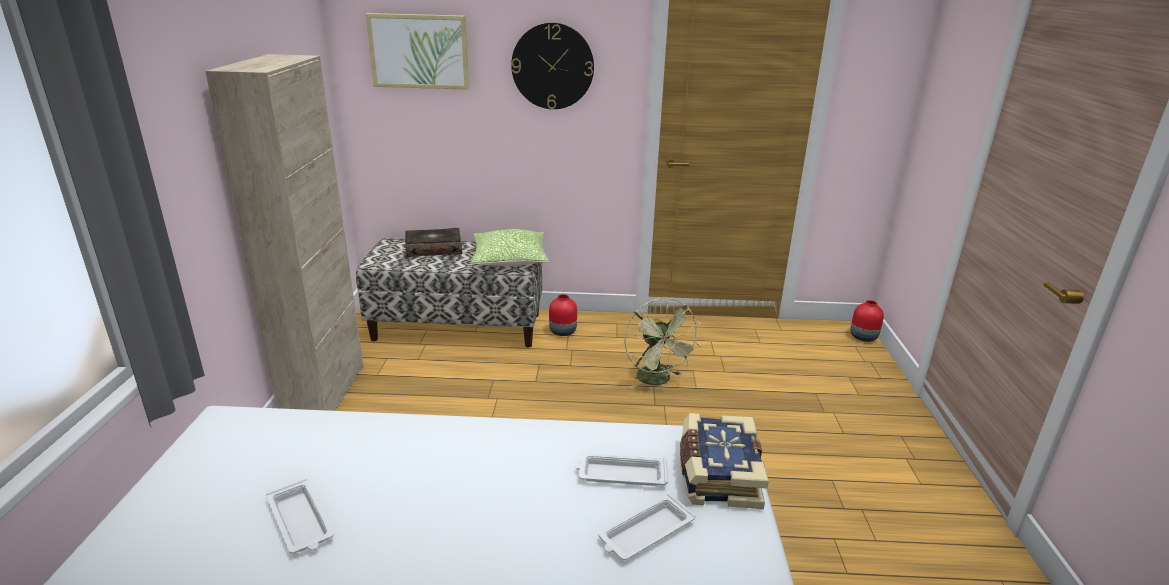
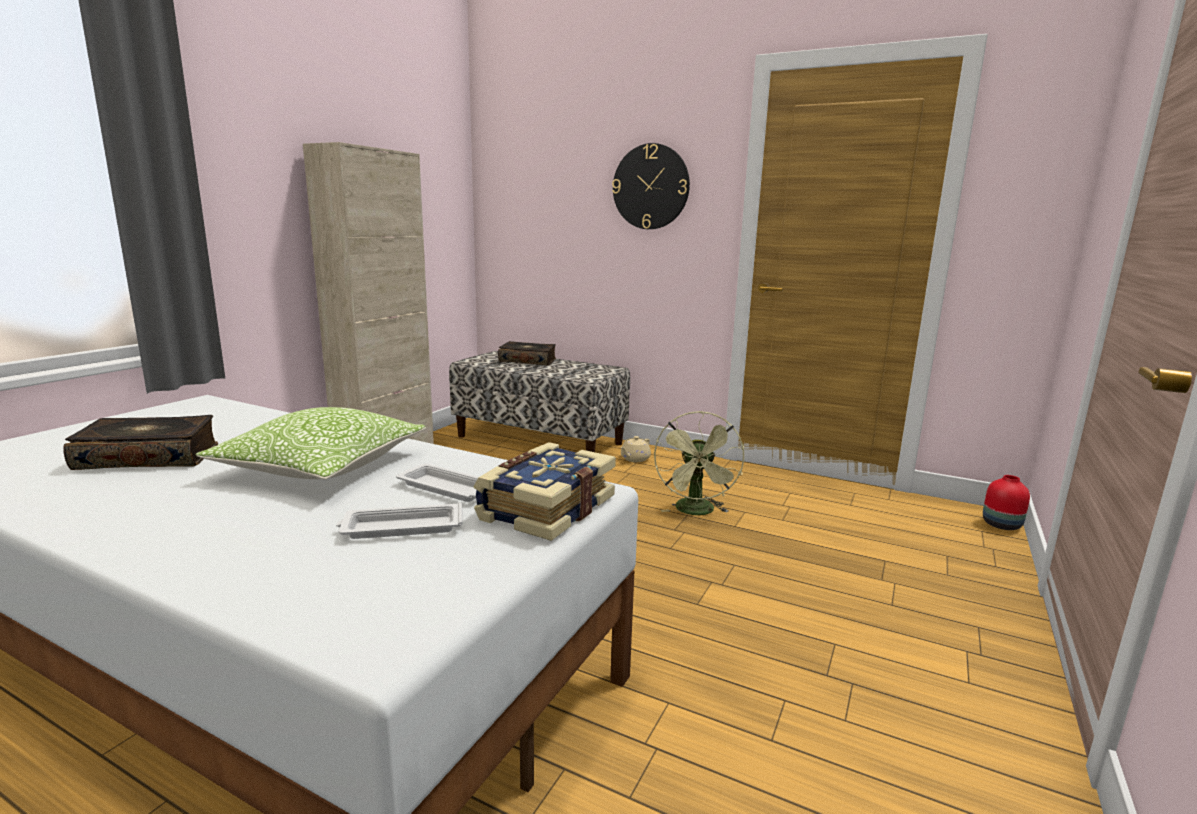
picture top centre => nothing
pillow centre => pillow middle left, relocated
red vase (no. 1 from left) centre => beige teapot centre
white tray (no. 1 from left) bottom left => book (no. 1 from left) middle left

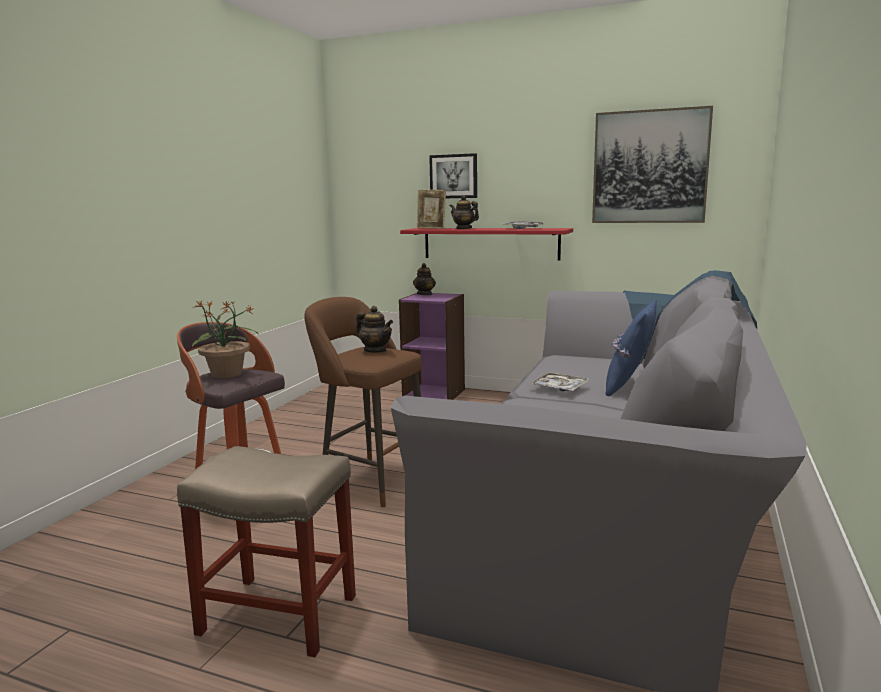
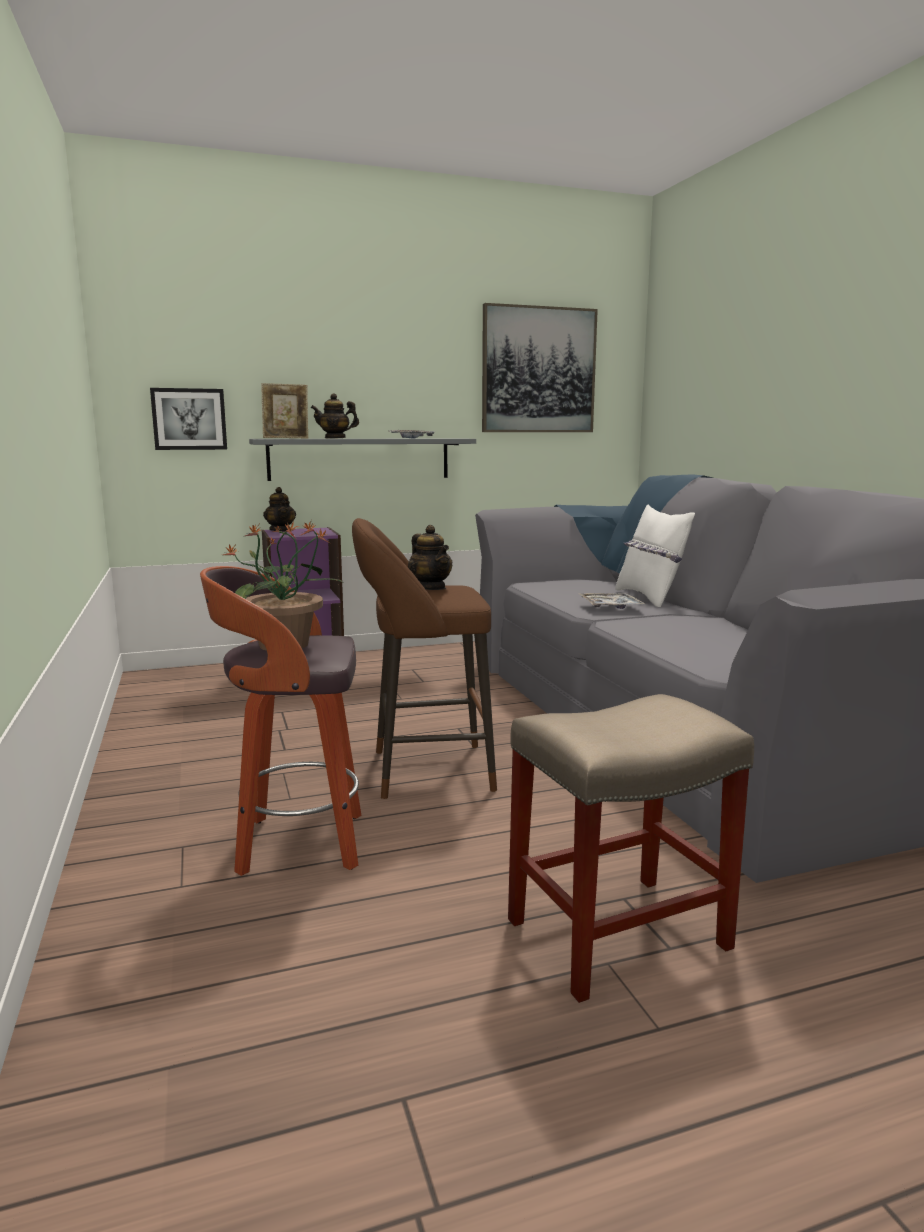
picture (no. 1 from left) top centre => picture (no. 1 from left) middle left, relocated
red shelf centre => grey shelf centre
blue pillow middle right => white pillow middle right
teapot (no. 1 from left in the first image) centre => teapot (no. 3 from left) centre, 60 degrees clockwise

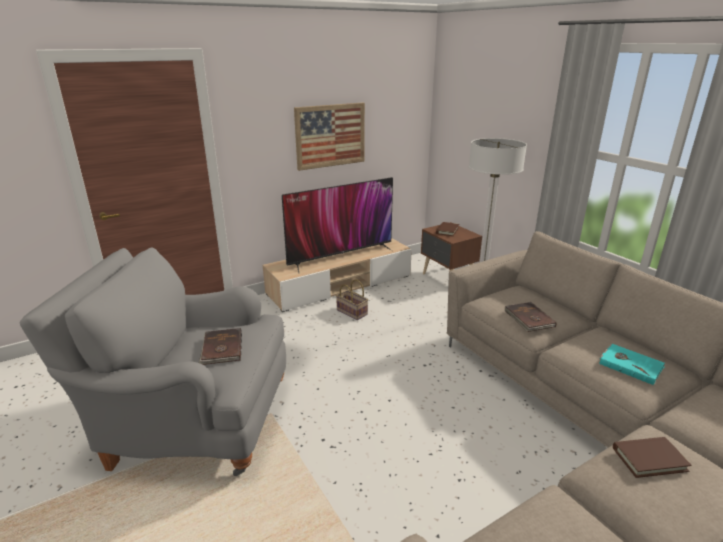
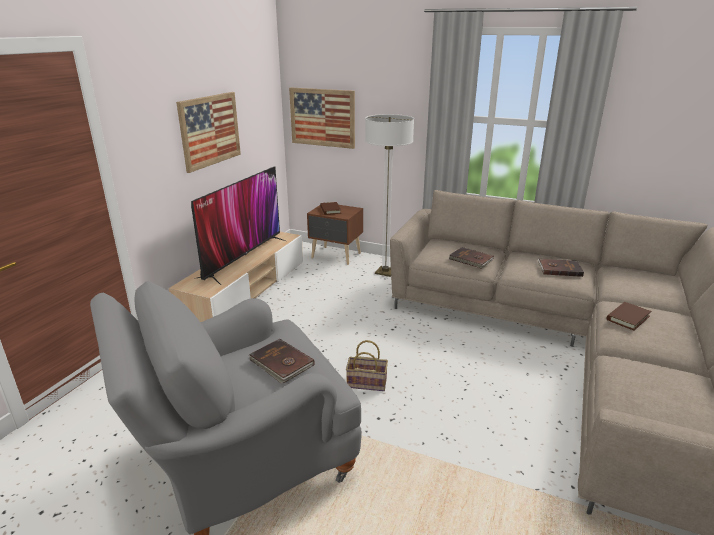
basket centre => basket bottom centre, relocated
turquoise book bottom right => brown book (no. 4 from left) middle right
nothing => picture (no. 2 from left) top centre

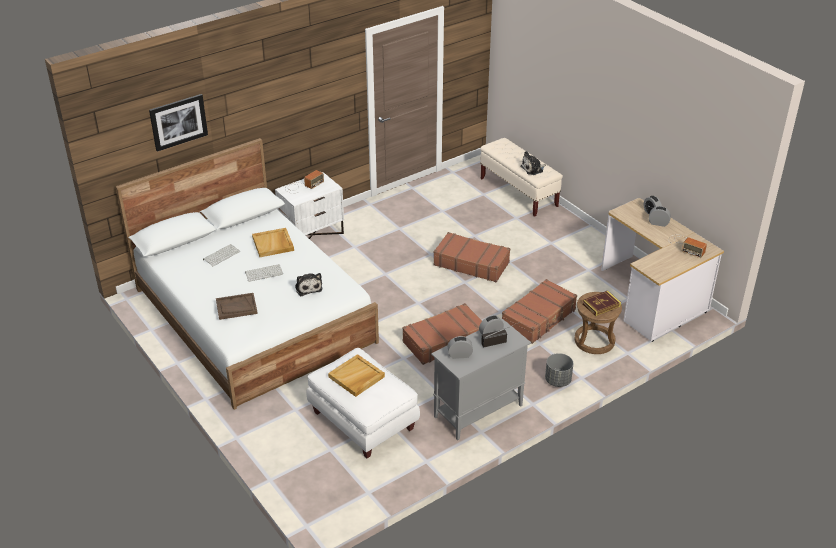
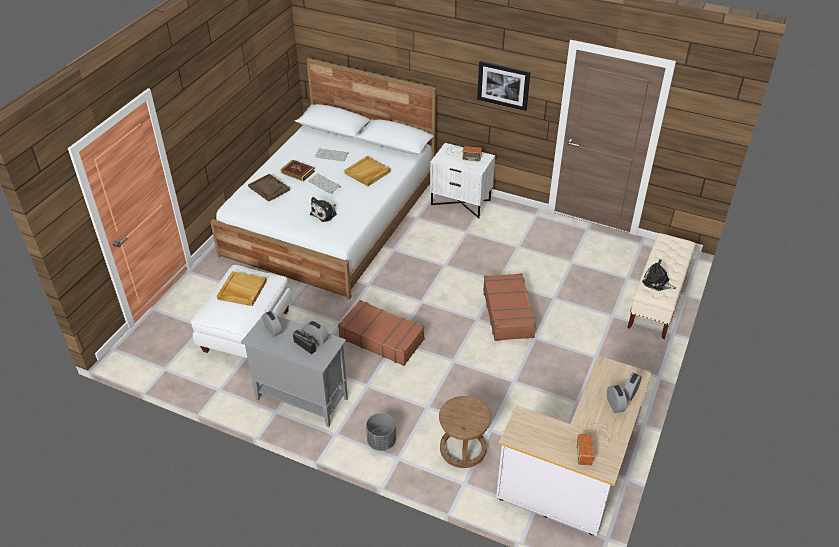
picture top left => picture top centre, relocated
brown suitcase (no. 3 from left) centre => nothing
book middle right => book top centre, relocated

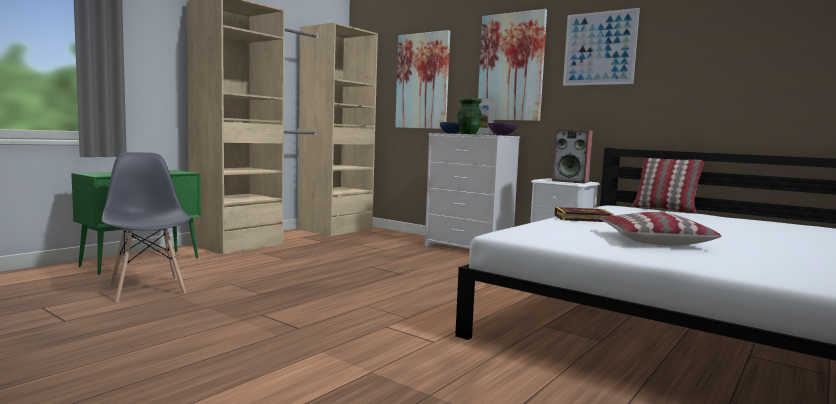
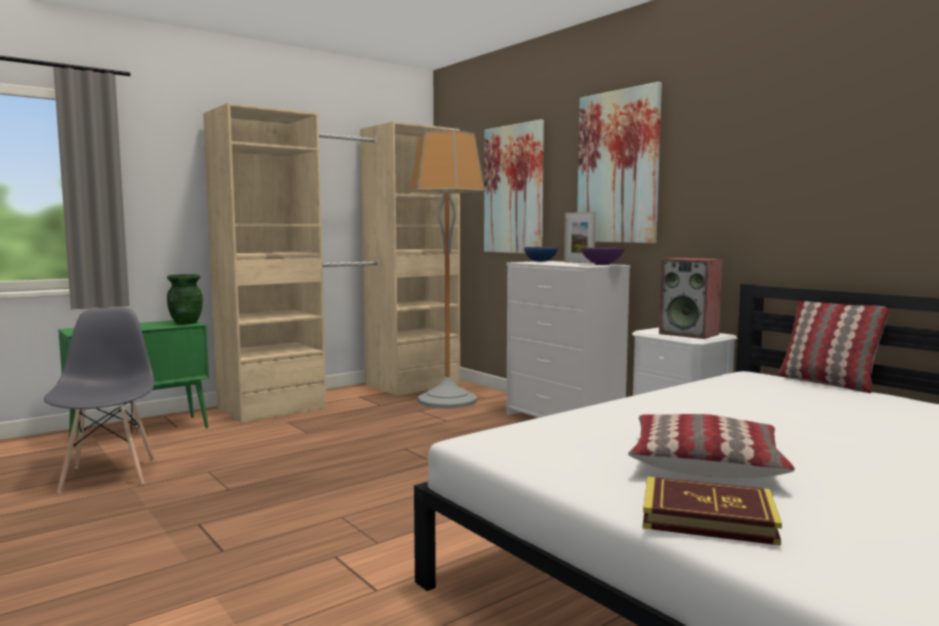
picture (no. 3 from left) top right => nothing
green vase top centre => green vase middle left, relocated
book middle right => book bottom right, relocated
nothing => floor lamp centre

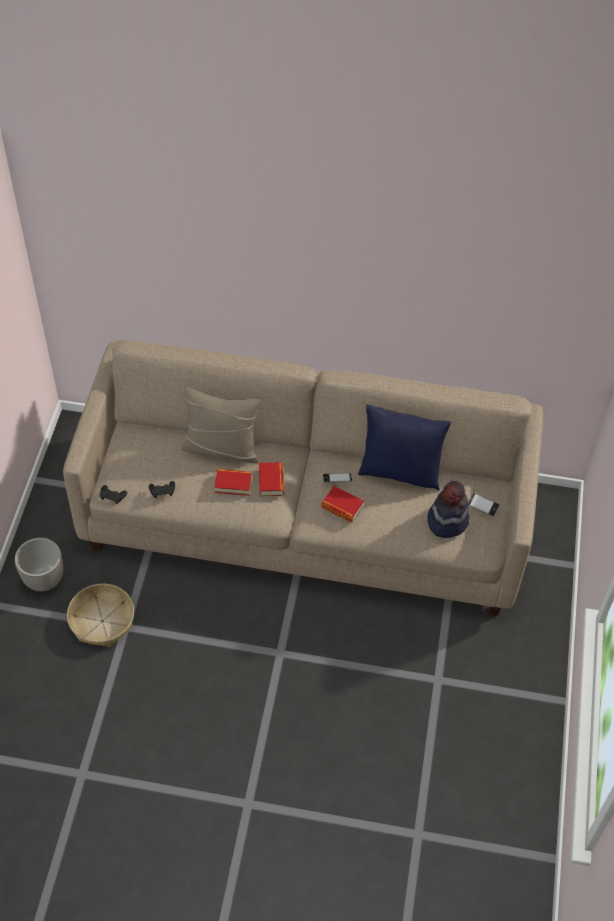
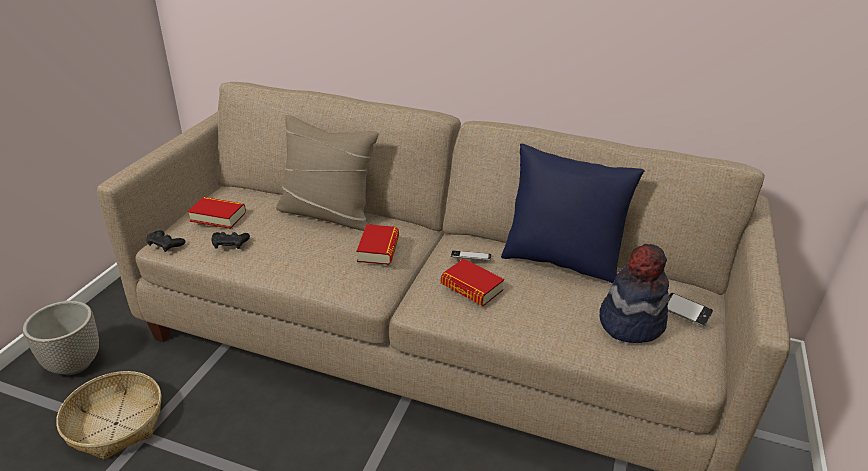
book (no. 1 from left) centre => book (no. 1 from left) middle left, relocated

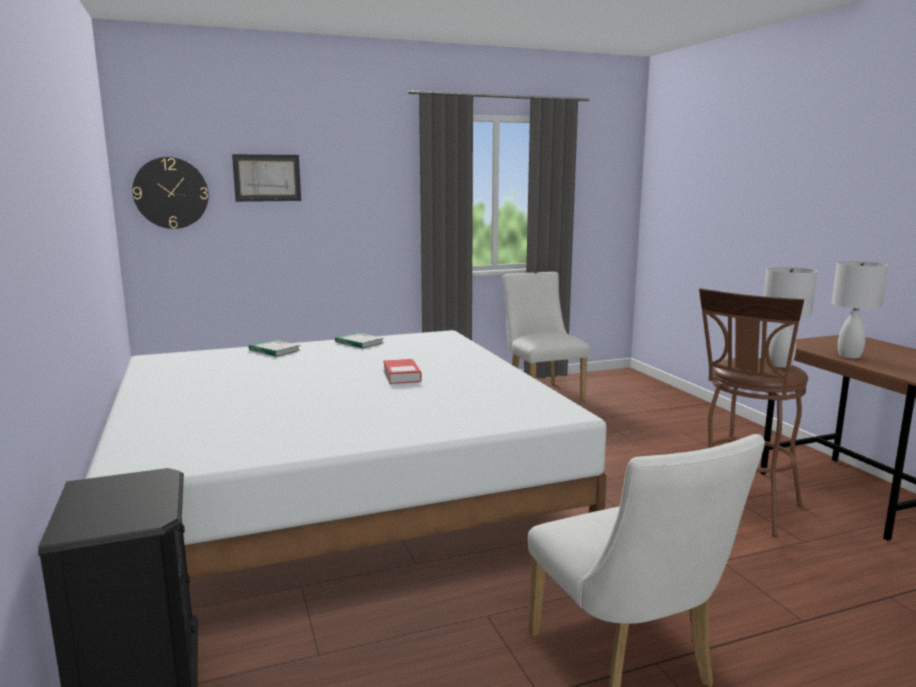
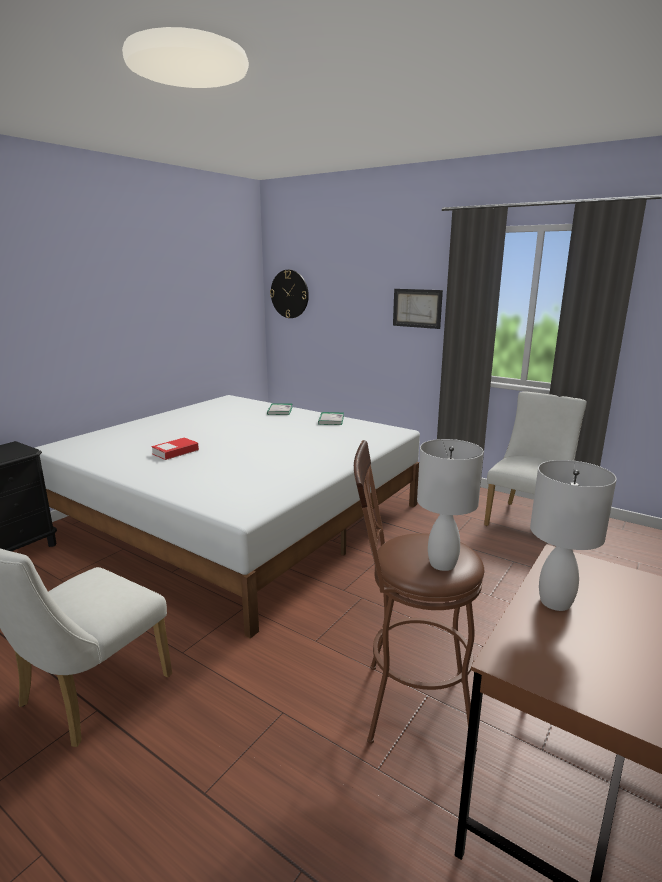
picture top left => picture centre, relocated
book (no. 3 from left in the first image) centre => book (no. 1 from left) middle left, relocated

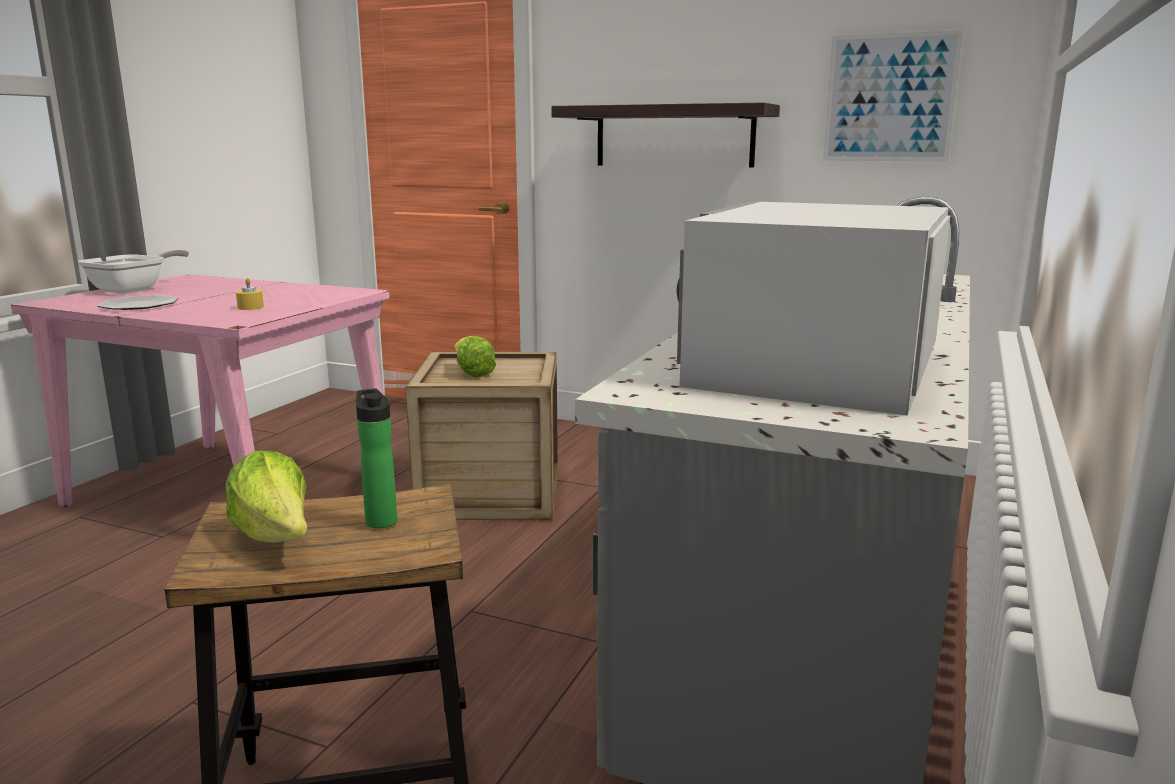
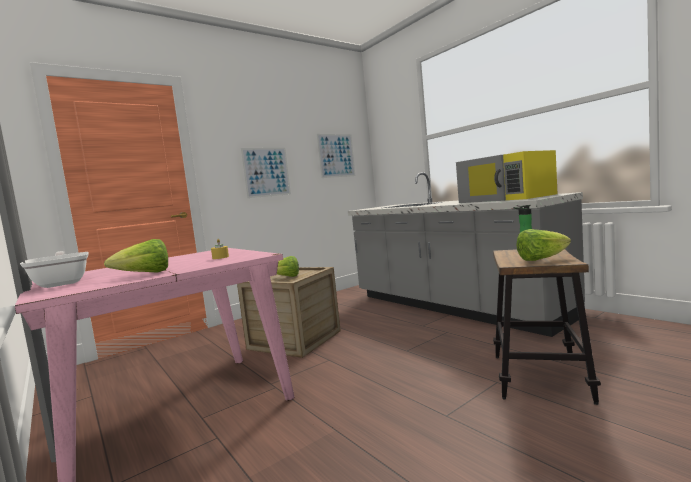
shelf top centre => picture (no. 1 from left) centre
white microwave middle right => yellow microwave middle right
plate middle left => lettuce (no. 1 from left) middle left

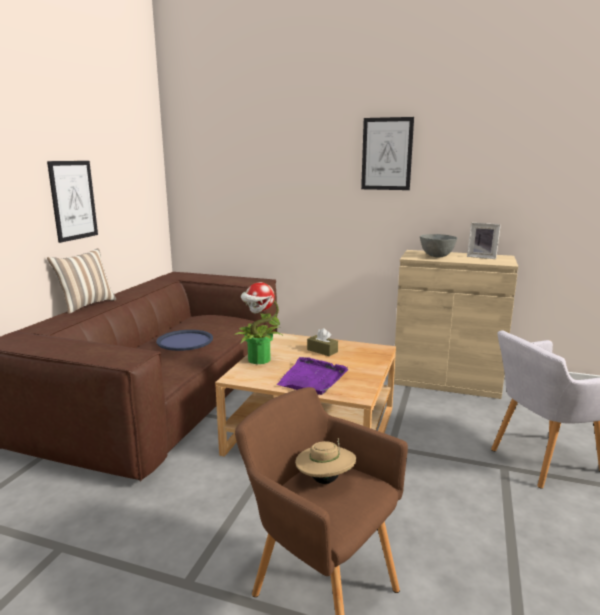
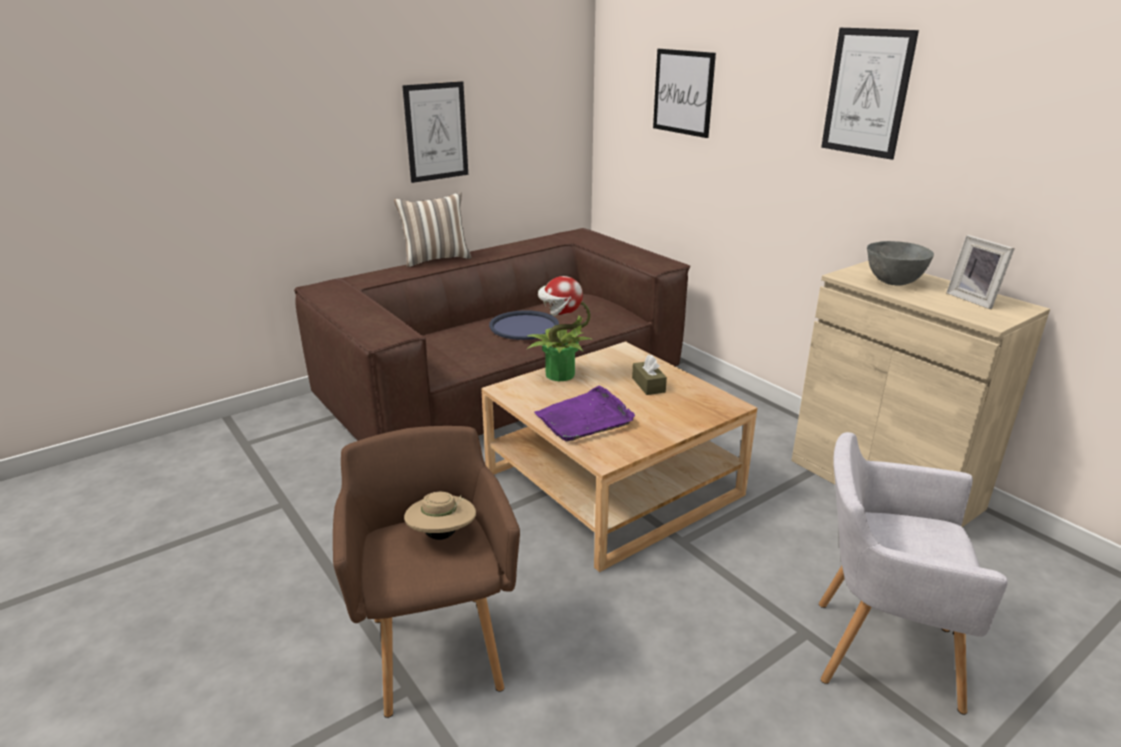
nothing => picture (no. 2 from left) top centre

